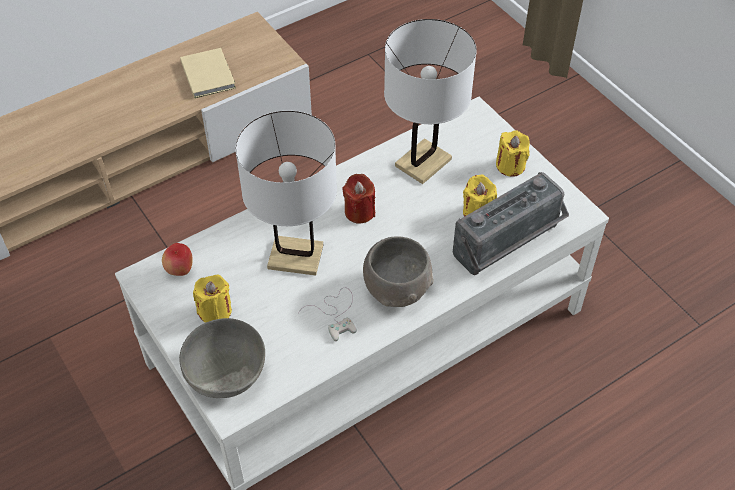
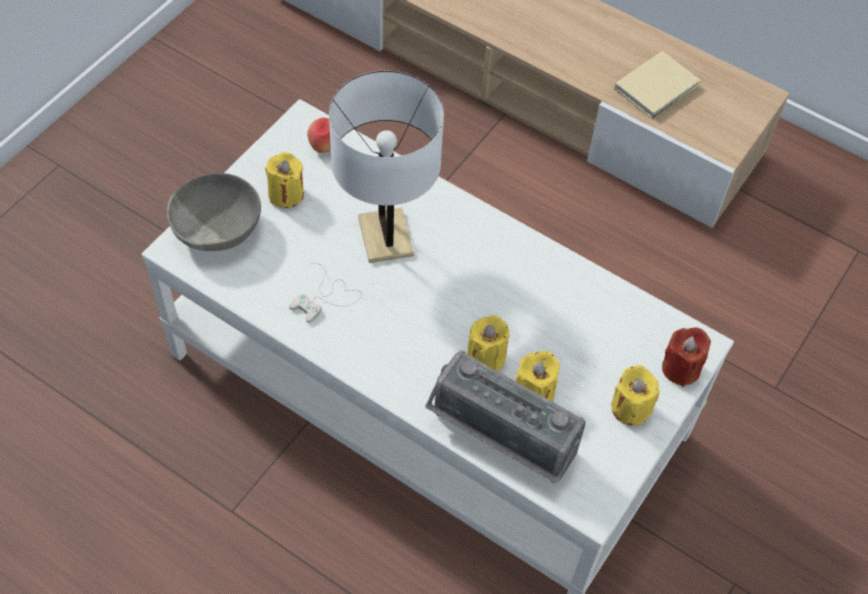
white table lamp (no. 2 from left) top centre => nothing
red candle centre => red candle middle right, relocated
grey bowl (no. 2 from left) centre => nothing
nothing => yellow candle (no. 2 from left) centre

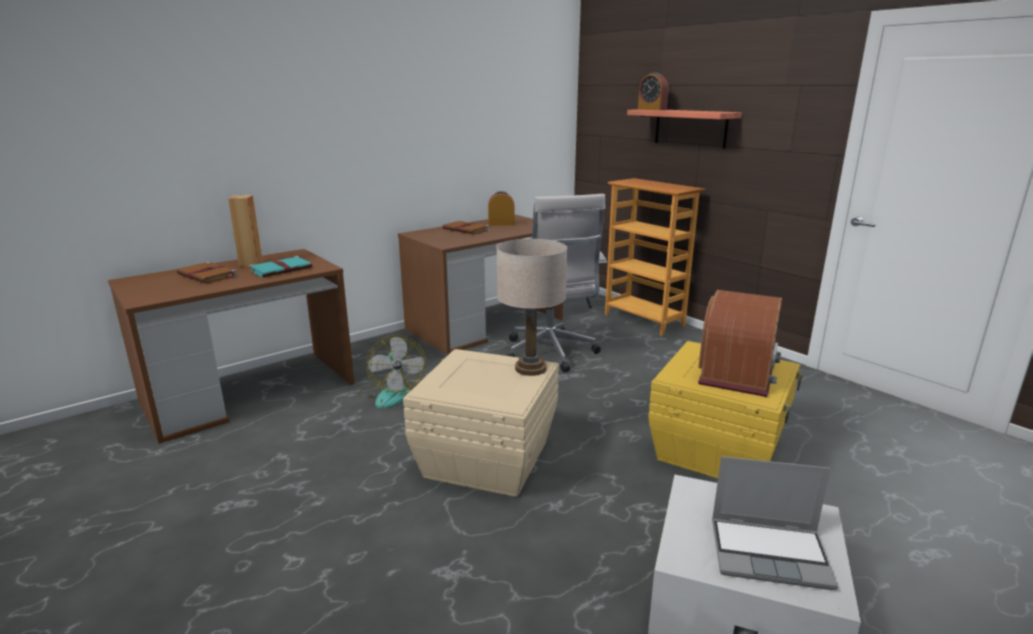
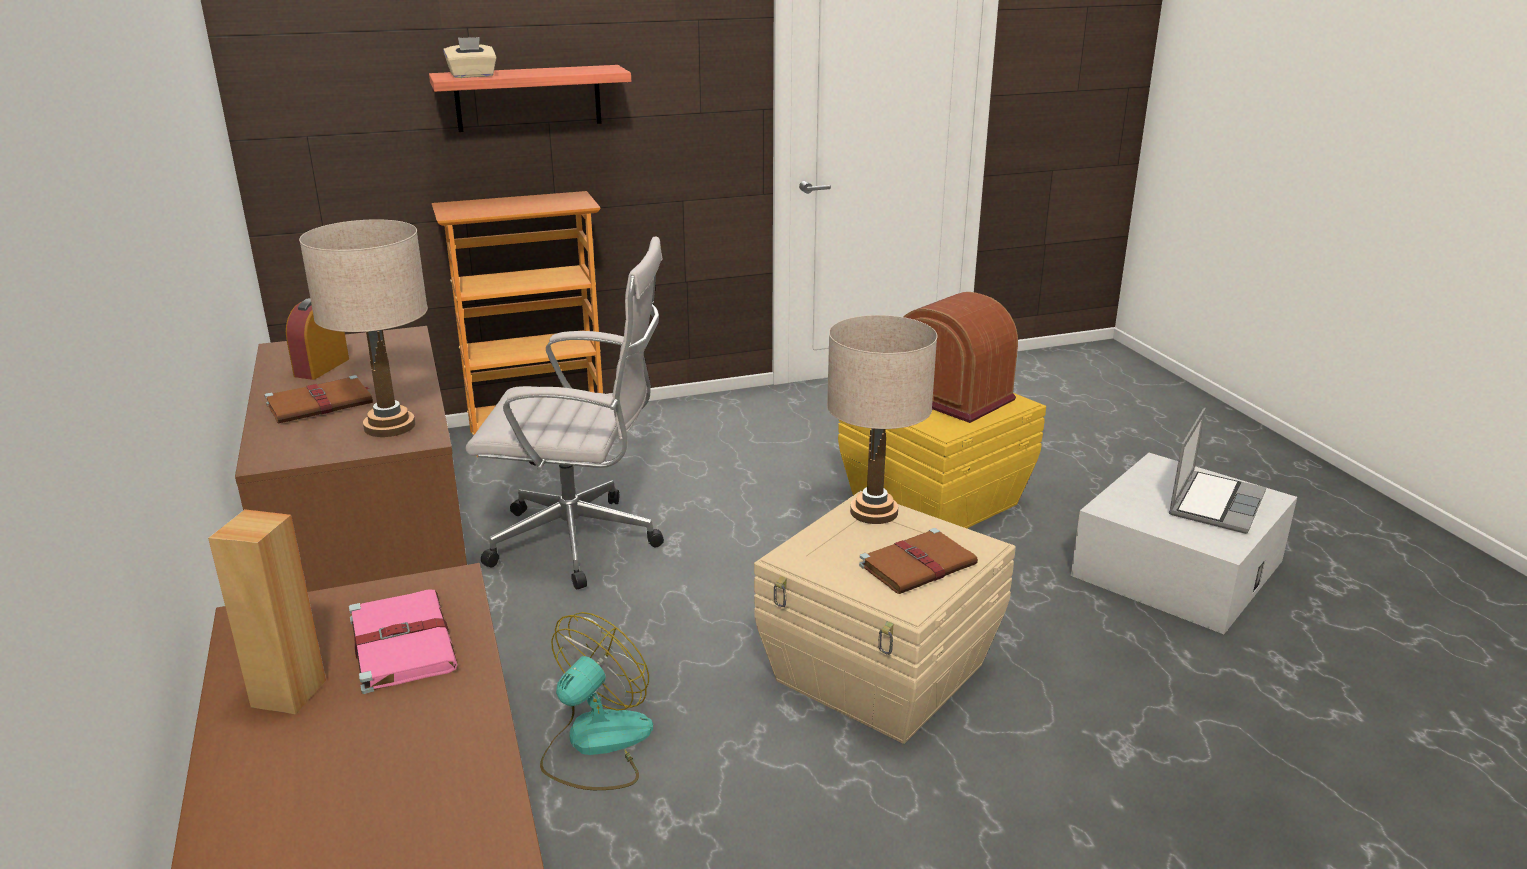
alarm clock (no. 2 from left) top centre => beige tissue box top left
turquoise book middle left => pink book bottom left
brown book (no. 1 from left in the first image) middle left => brown book (no. 2 from left) centre, relocated
fan centre => fan bottom centre, 60 degrees counterclockwise
nothing => beige table lamp (no. 1 from left) middle left

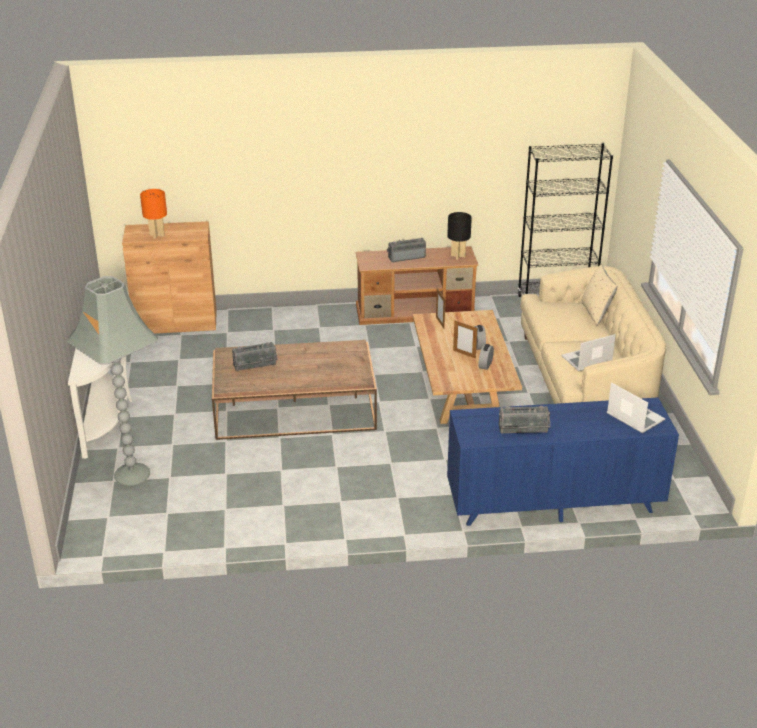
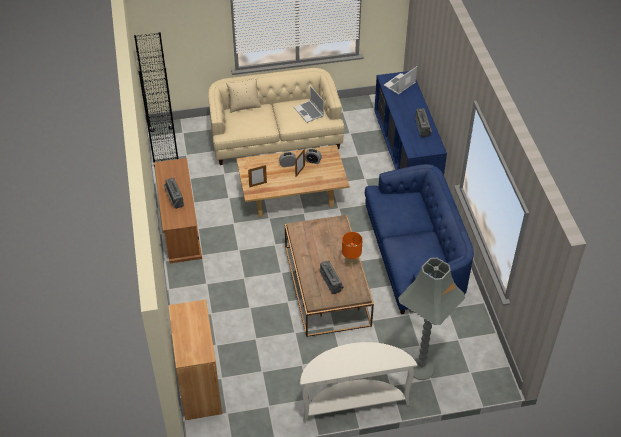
orange table lamp top left => orange table lamp centre, relocated
black table lamp top centre => nothing
nothing => blue sofa middle right

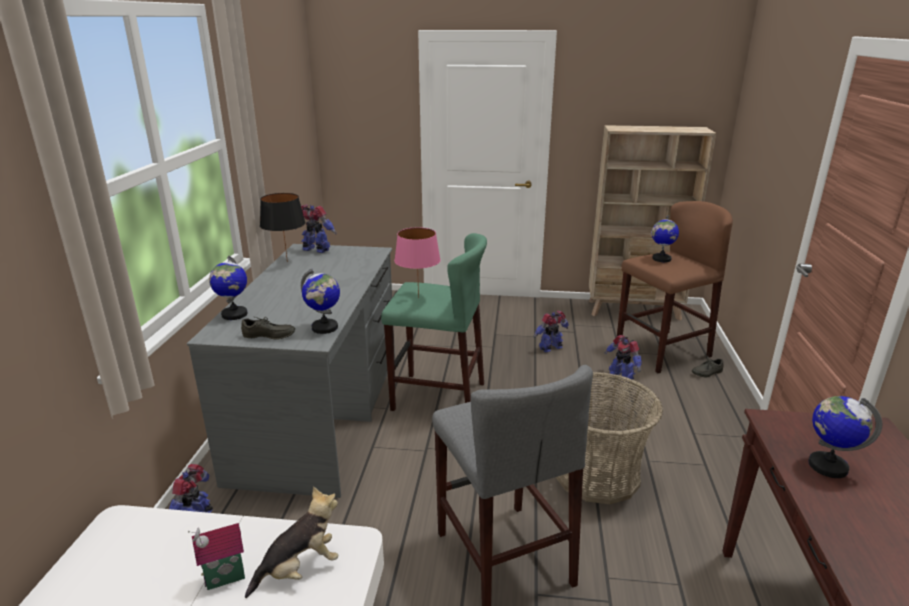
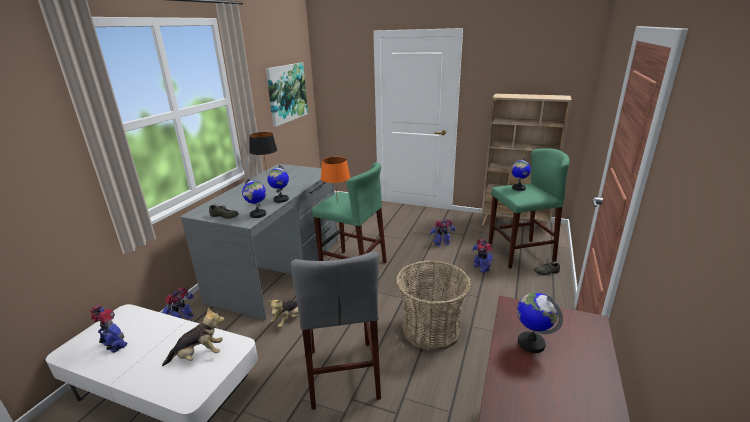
brown stool middle right => green stool (no. 2 from left) middle right
toy robot (no. 2 from left in the first image) centre => toy robot (no. 1 from left) bottom left, relocated
pink table lamp centre => orange table lamp centre
globe (no. 1 from left in the first image) middle left => globe (no. 2 from left) centre, relocated
toy house bottom left => nothing
nothing => picture top centre
nothing => plush toy (no. 2 from left) bottom centre

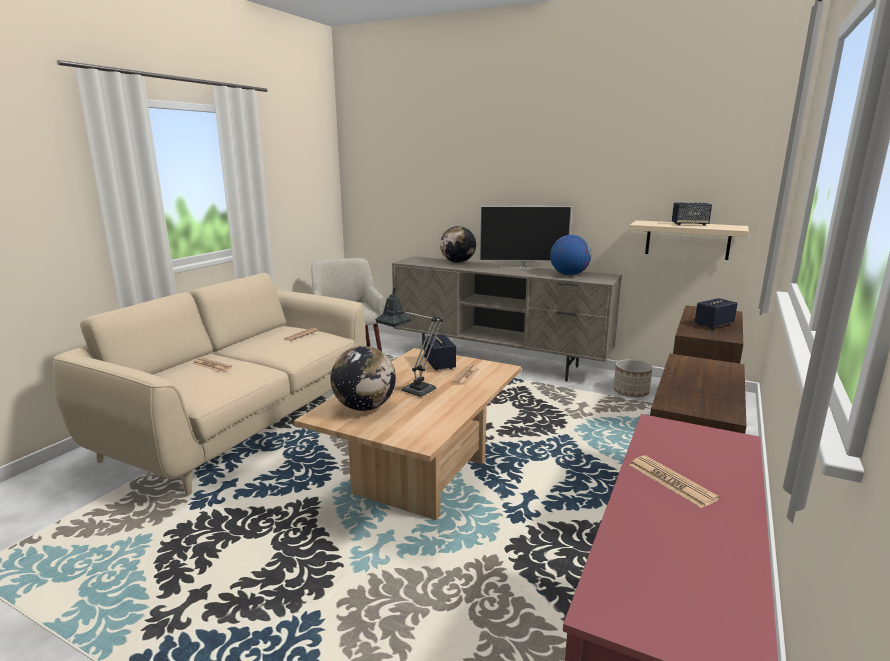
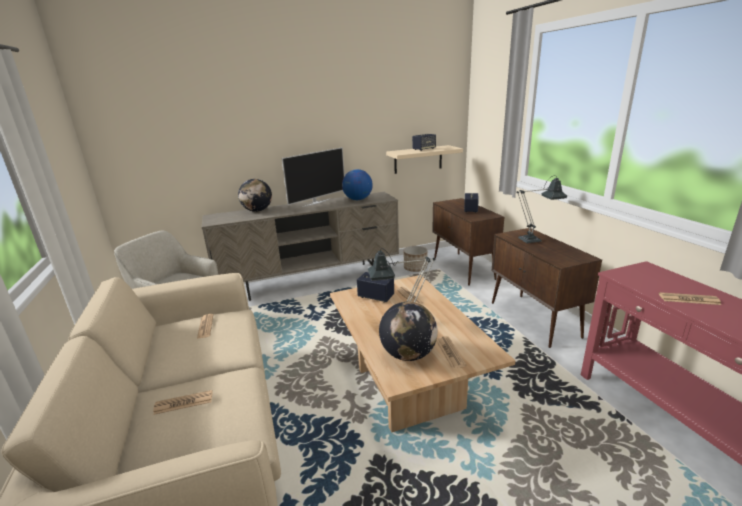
nothing => table lamp (no. 2 from left) middle right
nothing => newspaper (no. 4 from left) bottom centre

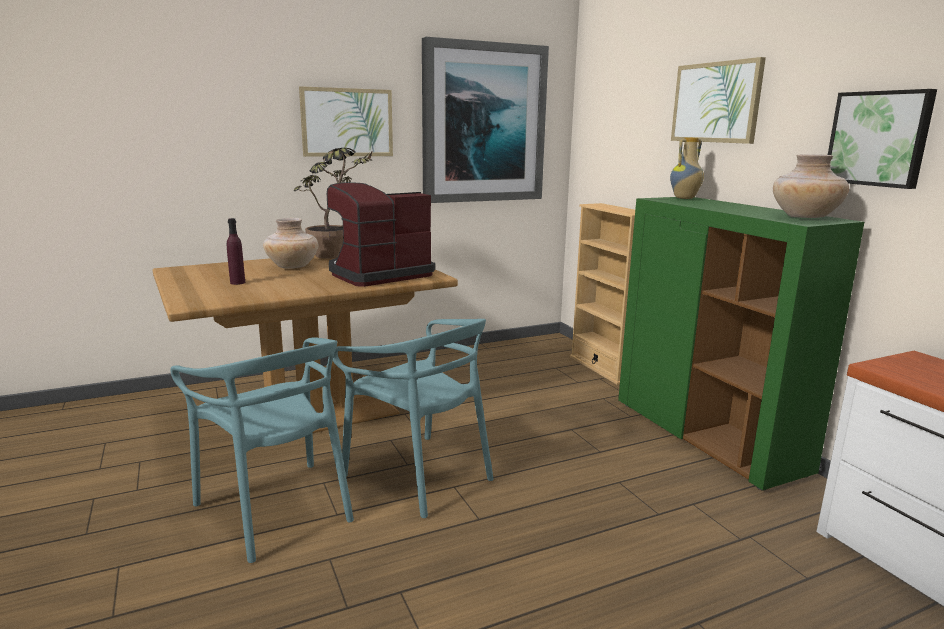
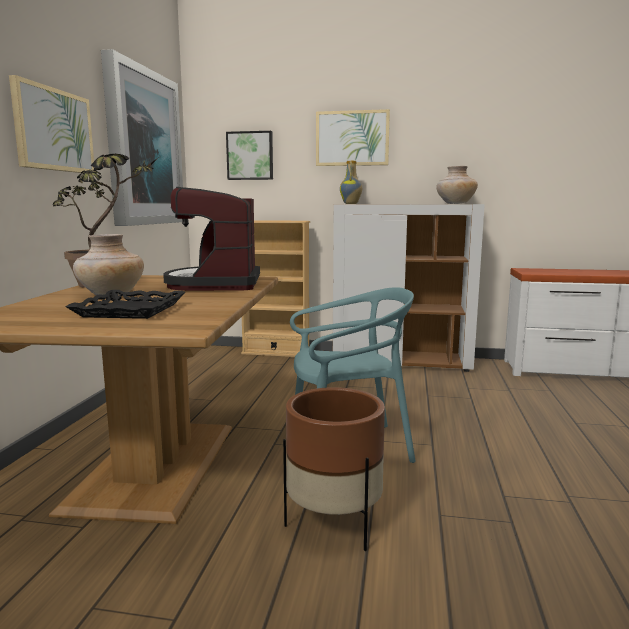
picture (no. 4 from left in the first image) top right => picture (no. 3 from left) top centre, relocated
green cabinet middle right => white cabinet centre
purple bottle middle left => black tray middle left
turquoise chair (no. 1 from left) bottom left => brown planter bottom centre

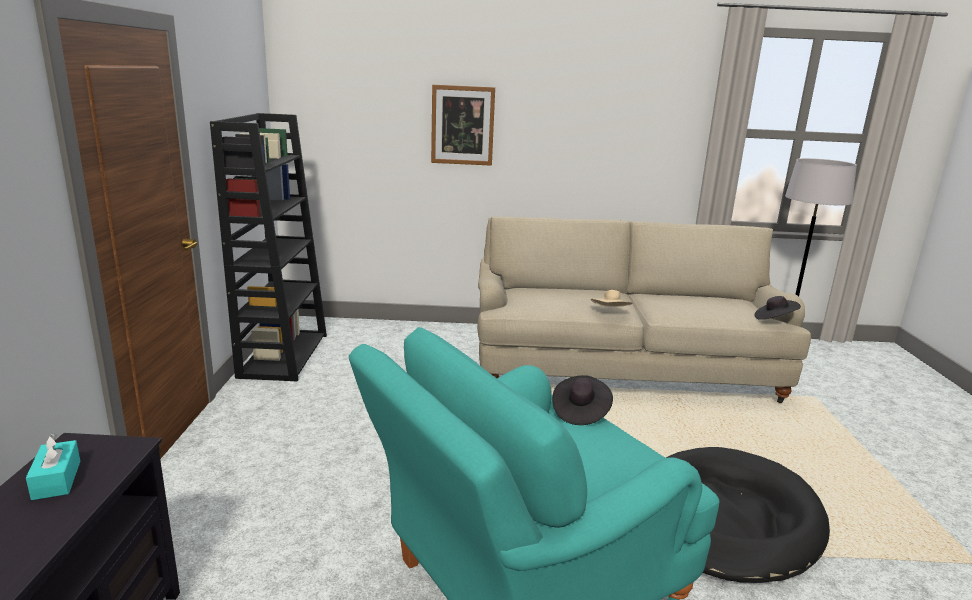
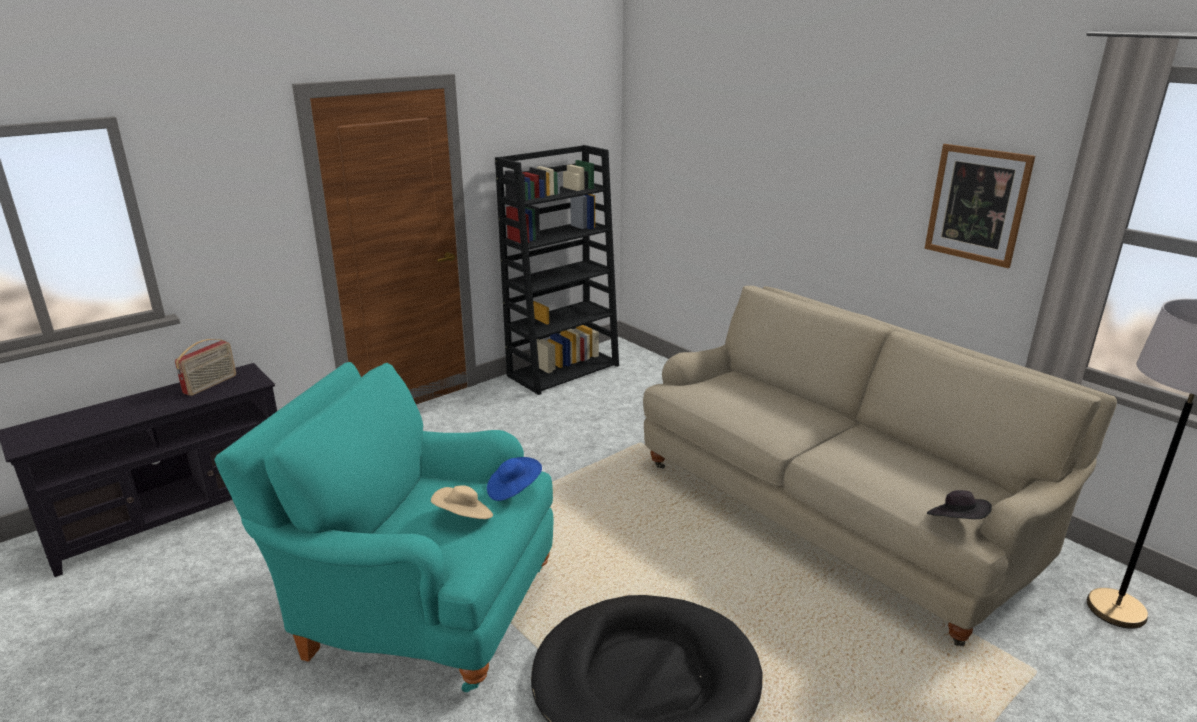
picture top centre => picture top right, relocated
beige hat centre => beige hat bottom centre, relocated
black hat (no. 1 from left) bottom centre => blue hat centre
turquoise tissue box bottom left => radio middle left

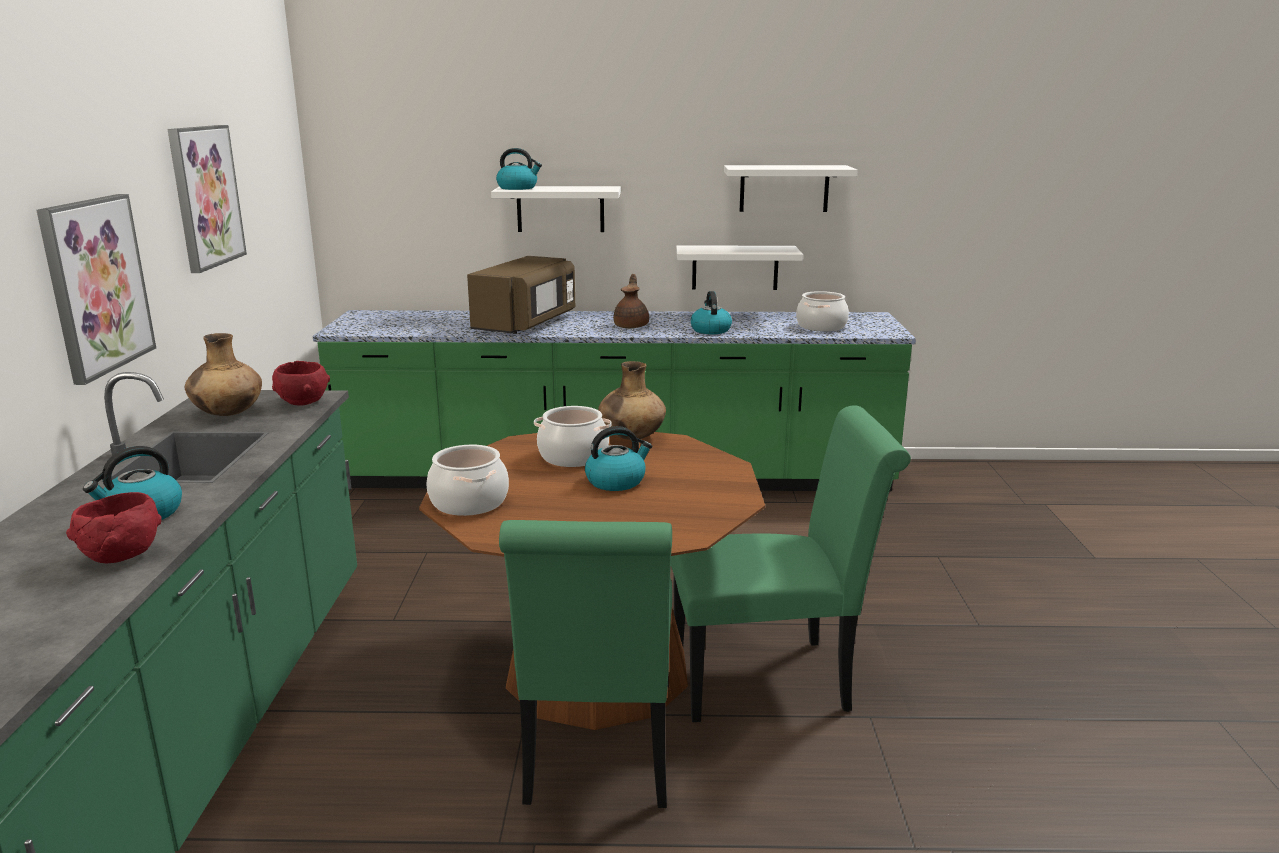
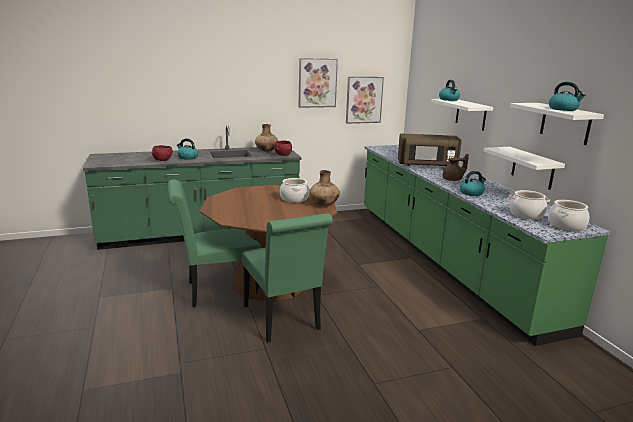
picture (no. 1 from left in the first image) middle left => picture (no. 2 from left) top centre, relocated
kettle (no. 3 from left in the first image) centre => kettle (no. 4 from left) top right, relocated
cooking pot (no. 1 from left in the first image) centre => cooking pot (no. 3 from left) middle right, relocated

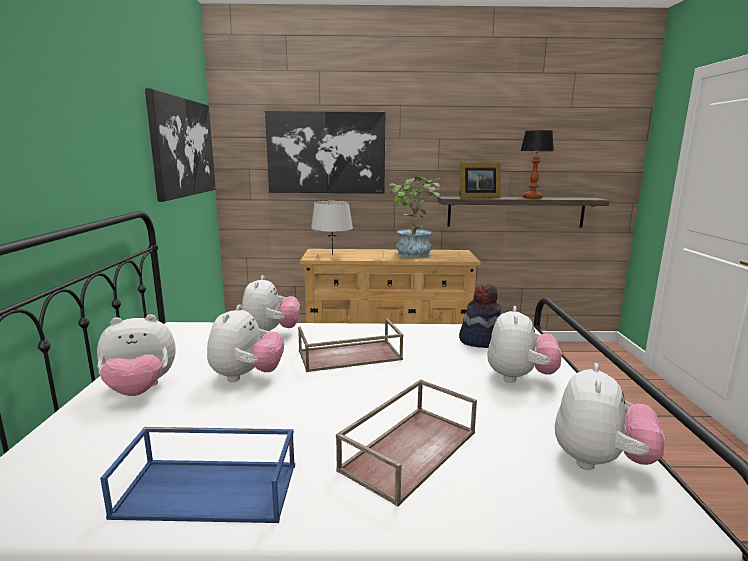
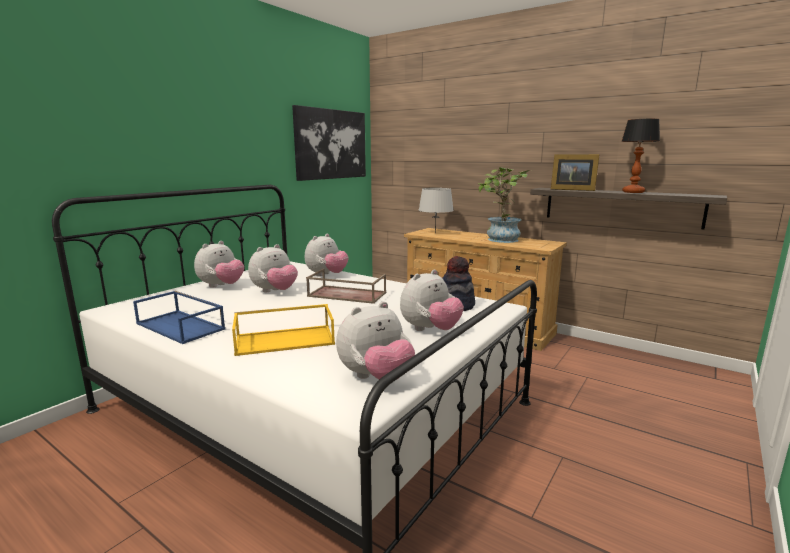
picture (no. 2 from left) top centre => nothing
plush toy (no. 1 from left) middle left, 75 degrees counterclockwise
brown tray (no. 2 from left) bottom centre => yellow tray centre

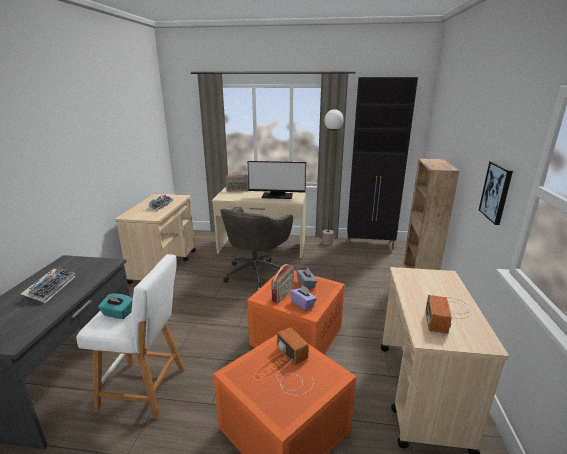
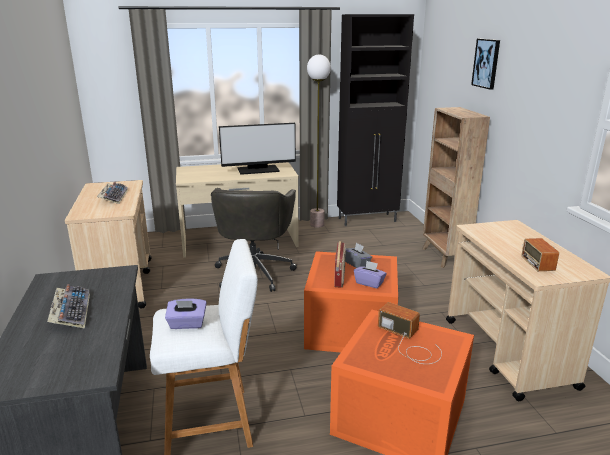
picture middle right => picture top right, relocated
radio (no. 1 from left) centre => nothing
turquoise tissue box bottom left => purple tissue box (no. 1 from left) bottom left

